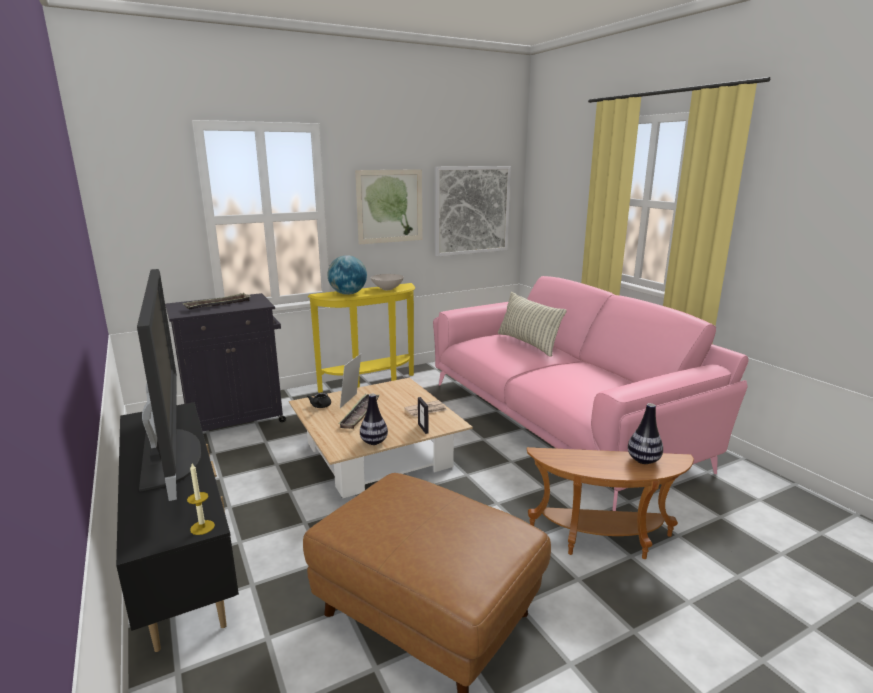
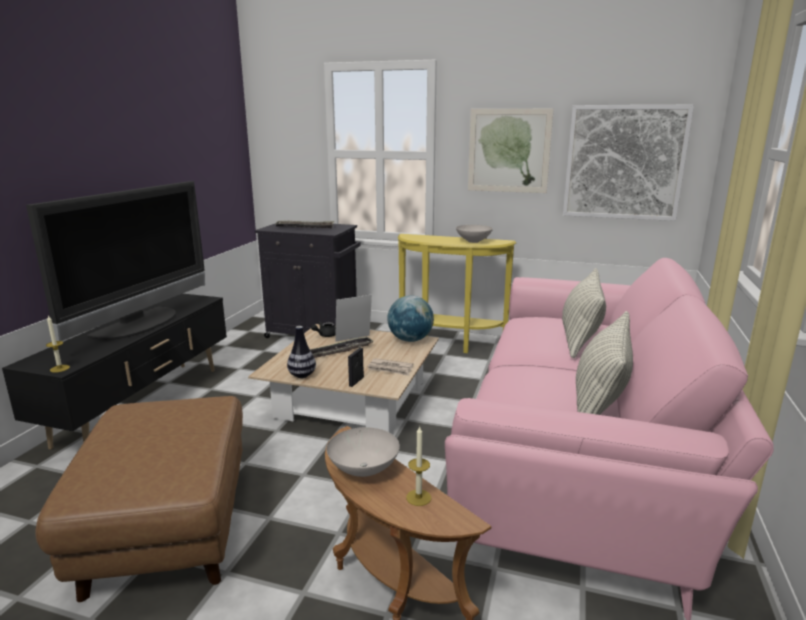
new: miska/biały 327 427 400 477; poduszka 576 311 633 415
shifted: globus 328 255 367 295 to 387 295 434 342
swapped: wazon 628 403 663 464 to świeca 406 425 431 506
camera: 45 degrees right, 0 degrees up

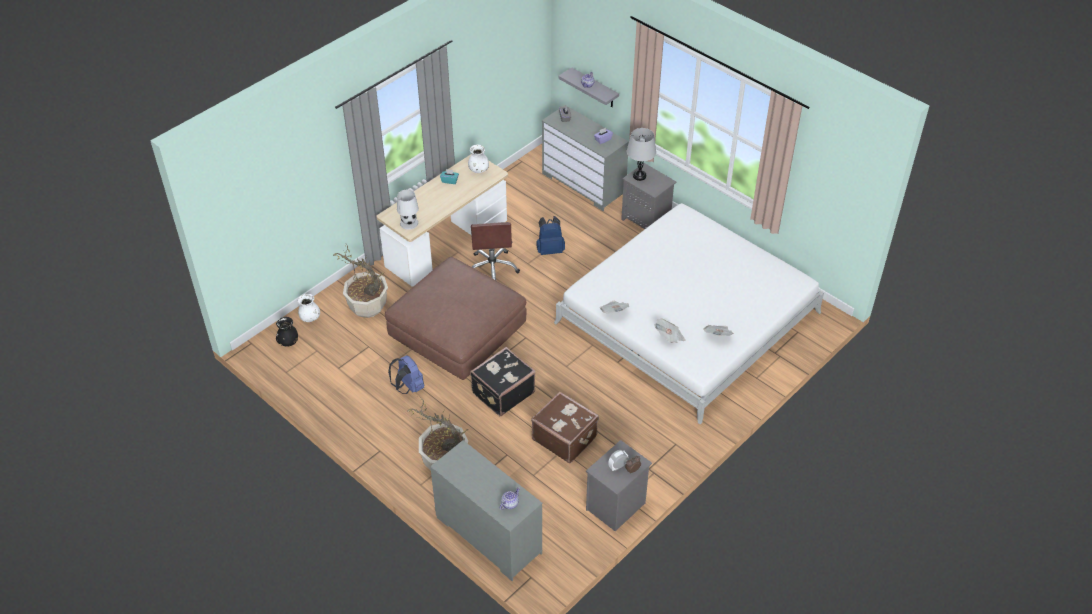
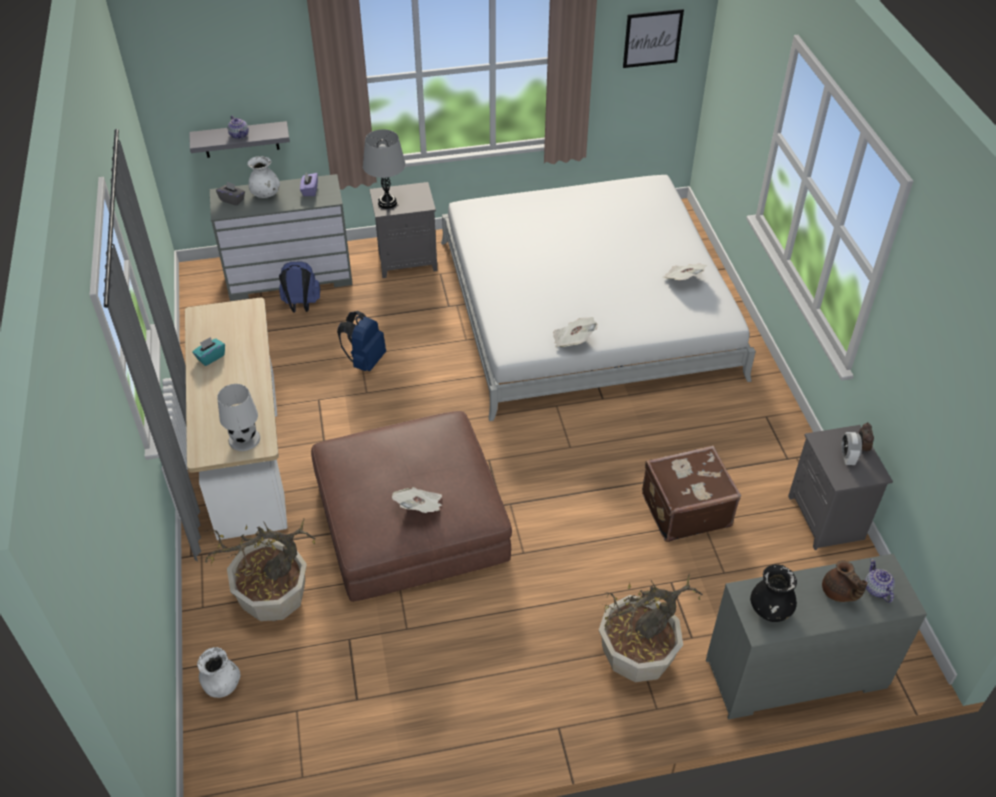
gone: walizka/czarny 470 347 536 416; krzesło biurowe/brązowy 471 222 520 280
new: obraz 623 9 684 68; imbryk/brązowy 822 560 868 602
shifted: wazon/czarny 276 317 298 347 to 750 564 797 622; plecak/niebieski 388 355 425 394 to 279 261 320 312; wazon/biały 468 145 489 173 to 247 156 280 198; gazeta 654 319 685 343 to 392 487 442 513
camera: 55 degrees left, 0 degrees up

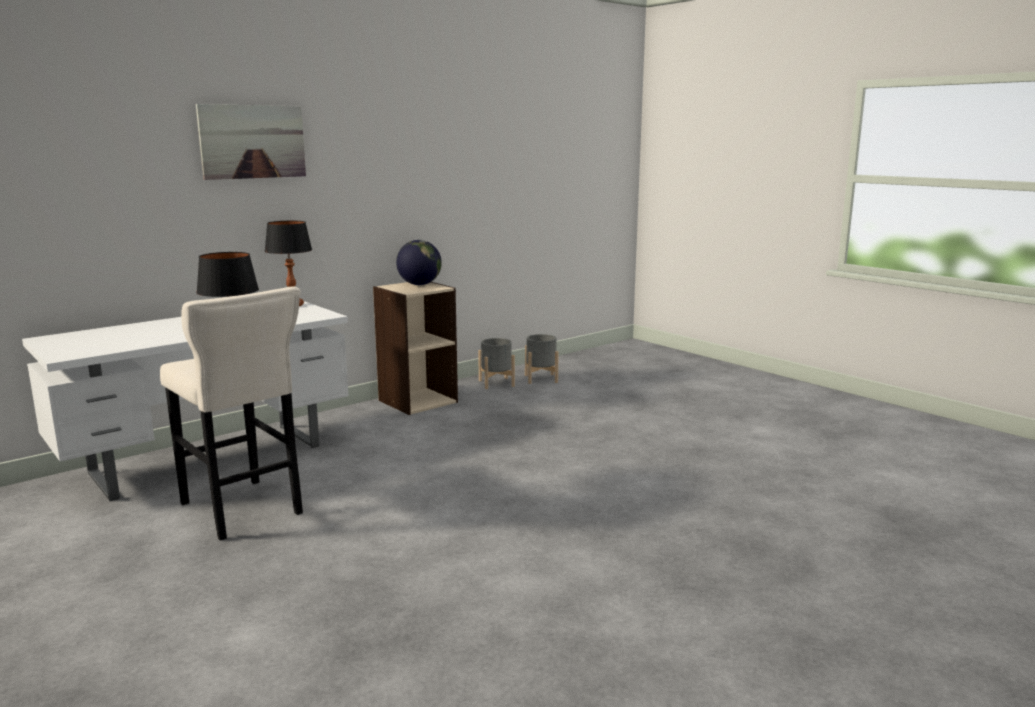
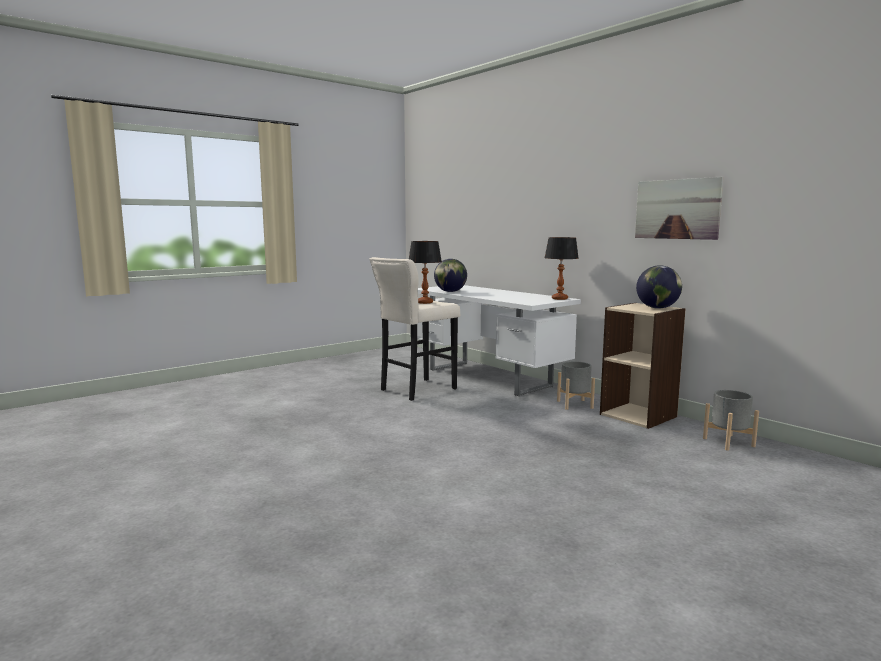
new: globus 434 259 467 292
shifted: obraz 196 104 306 180 to 635 177 724 240; donica/szary 525 334 559 384 to 557 361 595 410
camera: 90 degrees right, 5 degrees down

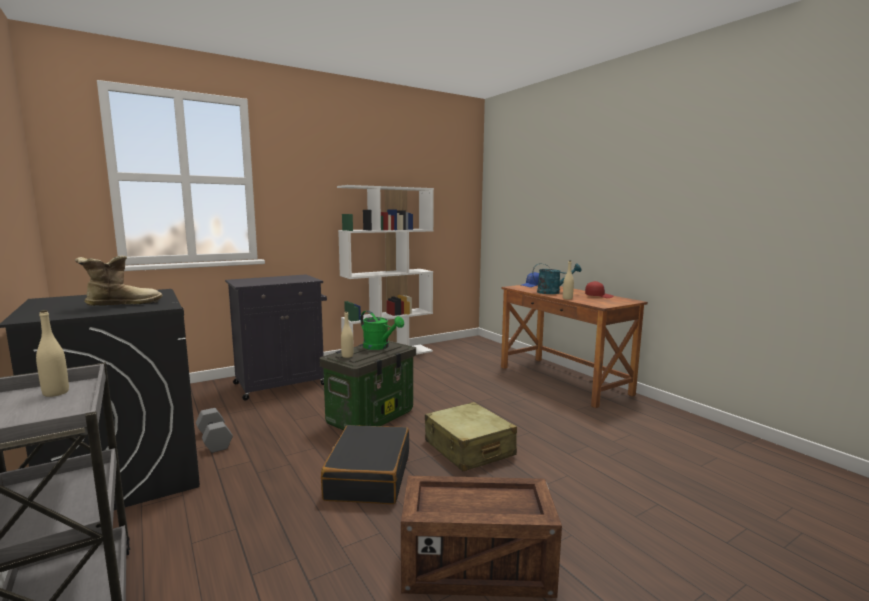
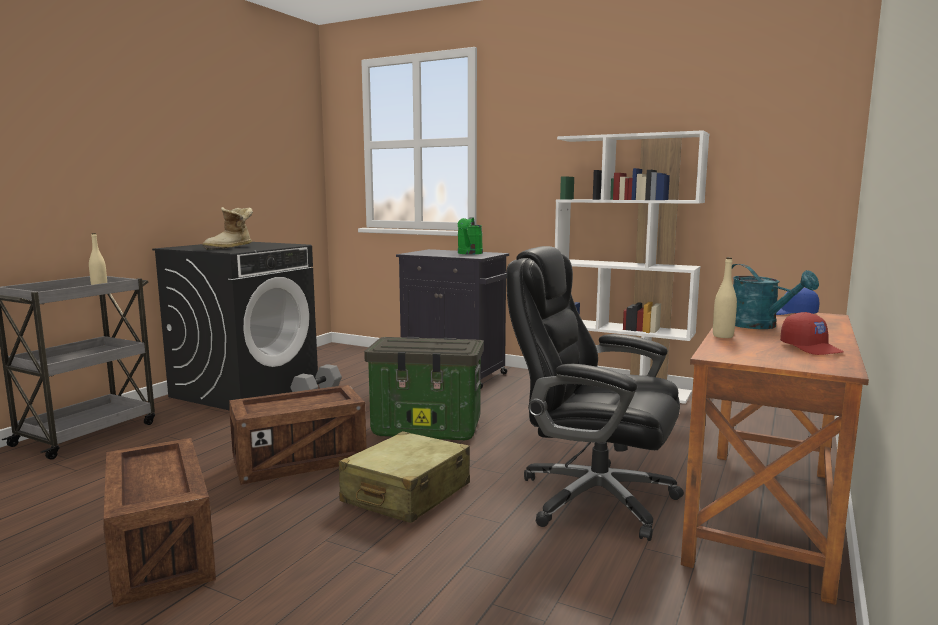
gone: butelka/beżowy 341 311 353 358
new: krzesło biurowe/czarny 506 246 684 541
shifted: konewka/zielony 361 311 404 350 to 458 217 483 254
swapped: walizka/czarny 321 425 409 504 to skrzynka 229 385 367 485
rotated: but z cholewką 75 255 162 306 = 202 207 253 250 105 degrees clockwise
camera: 60 degrees right, 0 degrees up

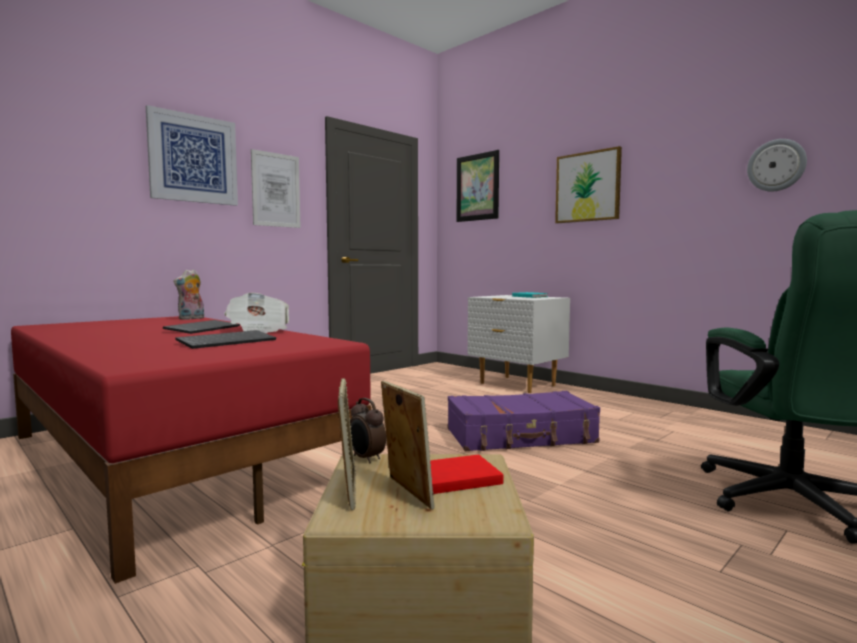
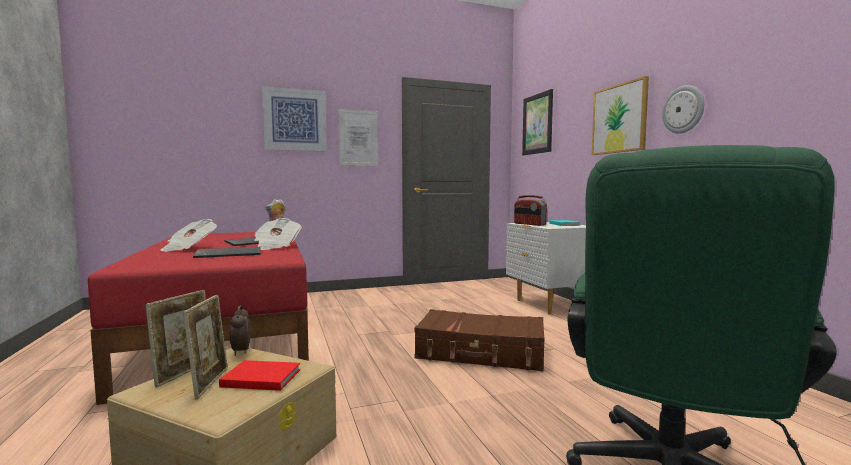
new: gazeta 160 219 217 252; radio 514 195 547 226
shifted: zegar ścienny 747 139 807 191 to 662 85 704 134
repainted: walizka/fioletowy 448 391 600 451 to walizka/brązowy 414 309 544 371
camera: 25 degrees right, 0 degrees up

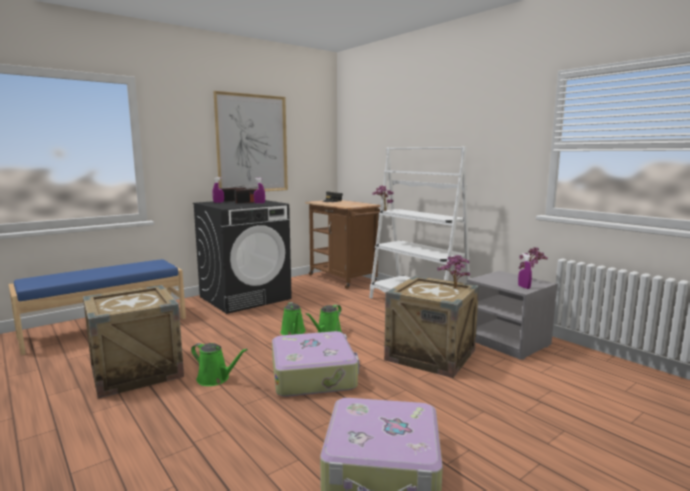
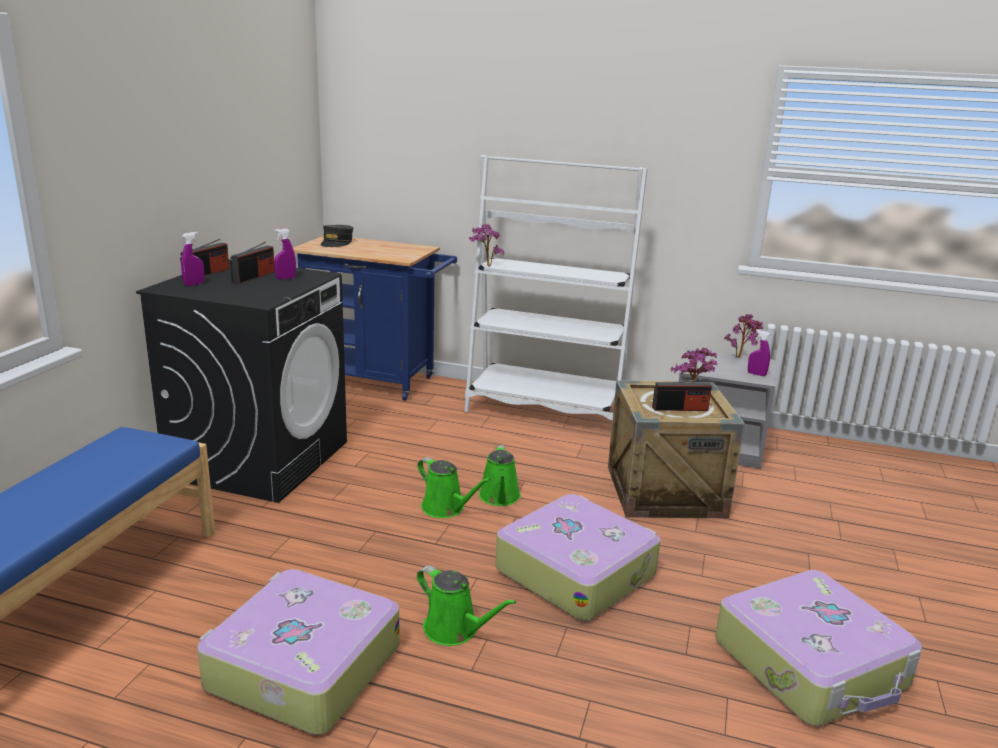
gone: obraz 213 91 288 191
new: radio 652 378 712 411
swapped: skrzynka 83 285 184 399 to walizka 197 569 399 735
repainted: wózek/brązowy 305 200 385 289 to wózek/niebieski 293 236 457 401
rotated: konewka/zielony 191 343 248 386 = 417 566 517 646 45 degrees clockwise
camera: 35 degrees left, 10 degrees up

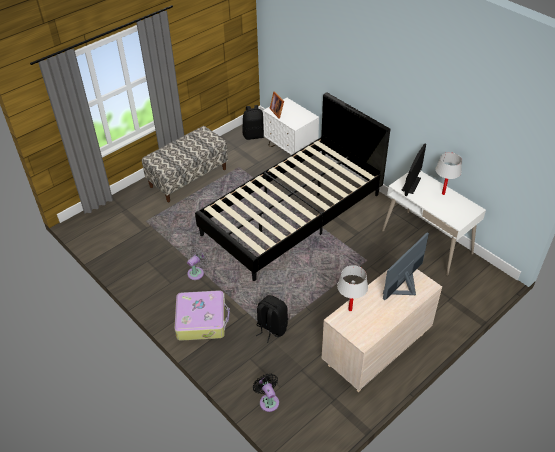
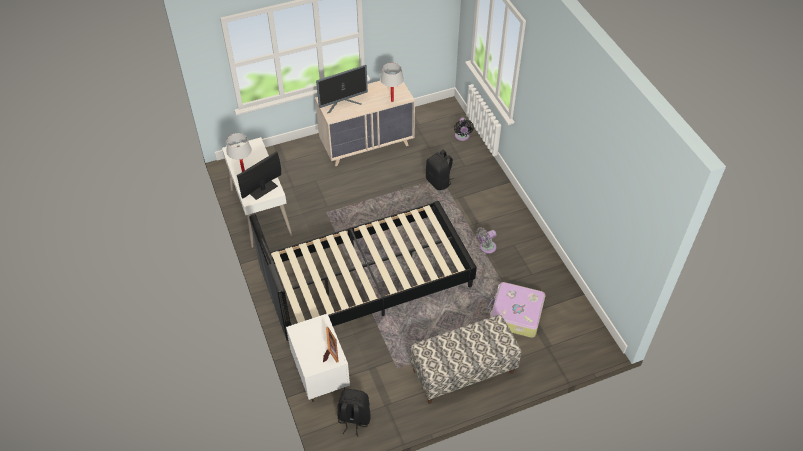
shifted: walizka 174 290 230 341 to 488 282 545 338
camera: 160 degrees left, 5 degrees up

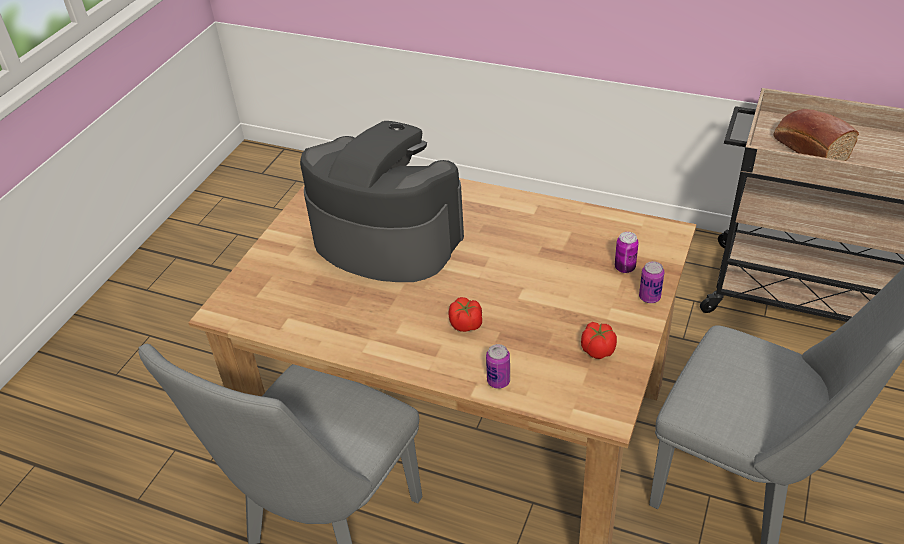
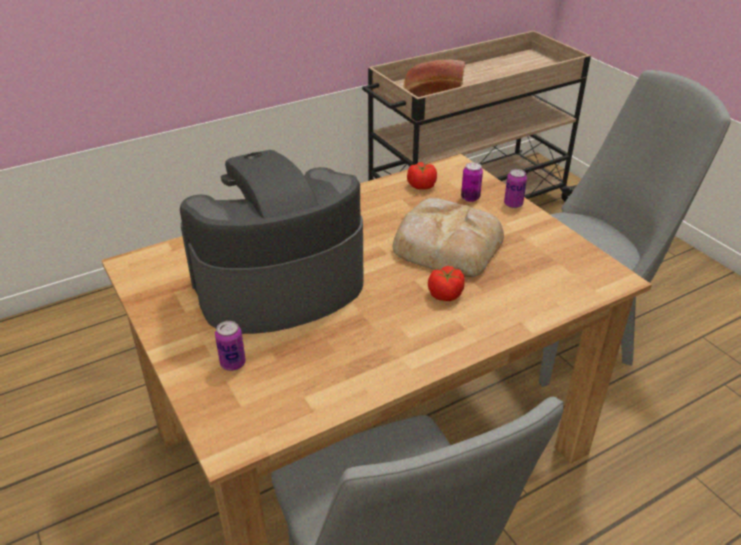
new: chleb 393 198 504 277
shifted: puszka 486 344 510 389 to 215 321 246 371; pomidor 581 322 617 359 to 407 162 437 189
camera: 55 degrees left, 5 degrees down

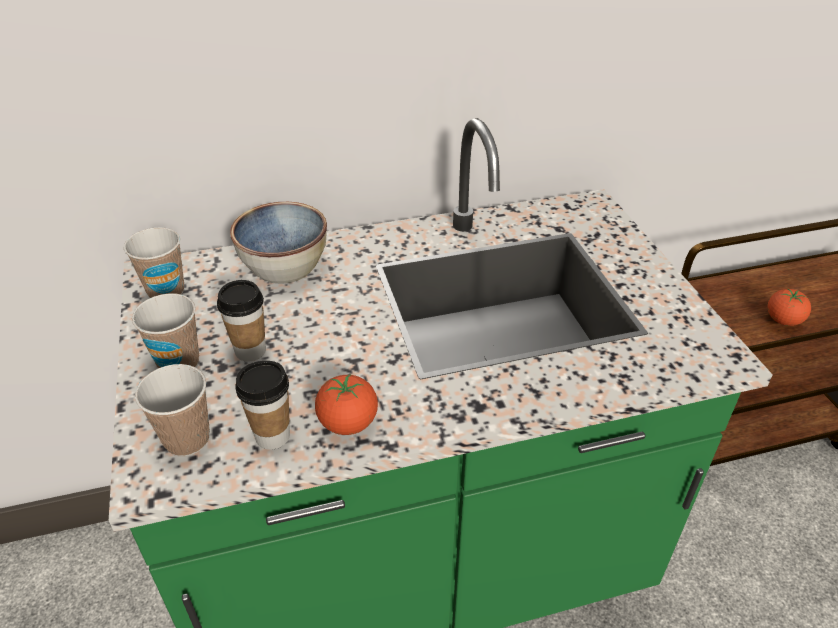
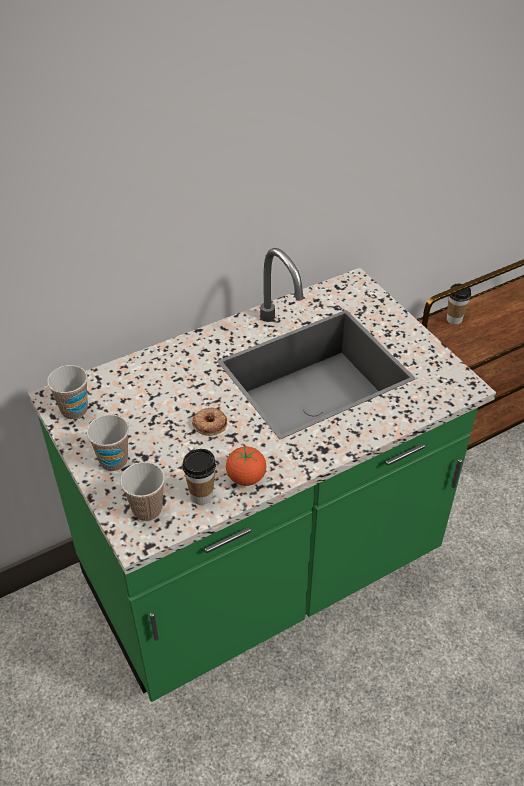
gone: miska 230 202 327 284; pomidor 768 289 811 326
new: donut 192 408 227 436
shifted: filiżanka 217 280 266 362 to 447 284 471 325
camera: 15 degrees left, 5 degrees up

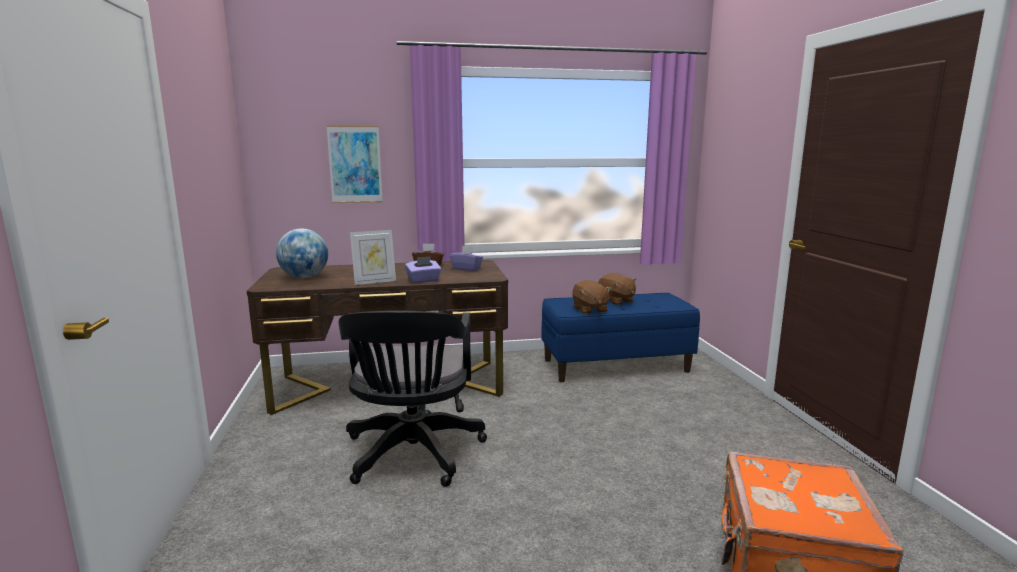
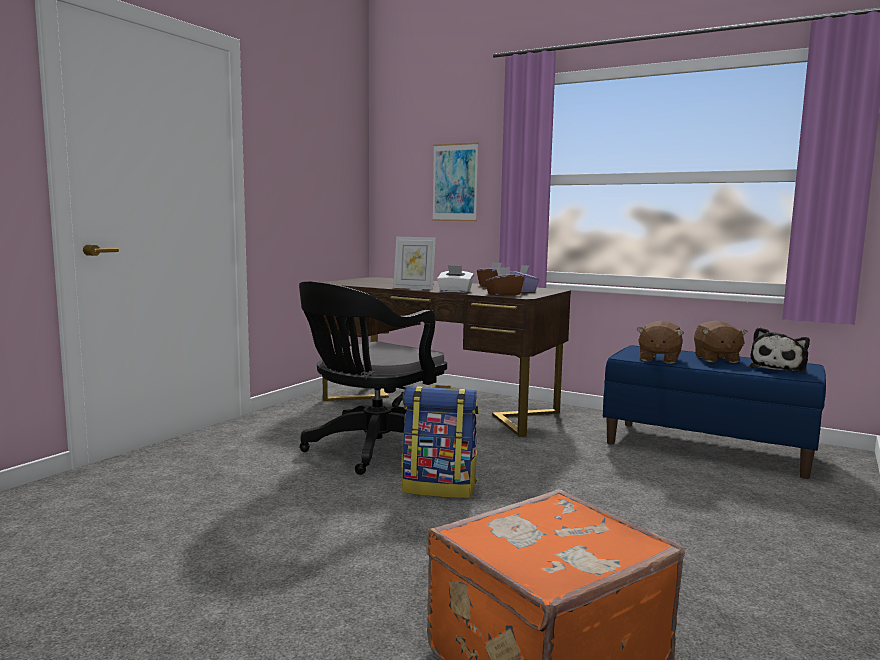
gone: globus 276 228 328 278
new: plecak 402 385 479 498; pudełko chusteczek/brązowy 485 267 524 296; pluszak 750 327 810 373
repainted: pudełko chusteczek/fioletowy 405 256 441 283 to pudełko chusteczek/biały 437 265 474 293
camera: 40 degrees right, 5 degrees down

